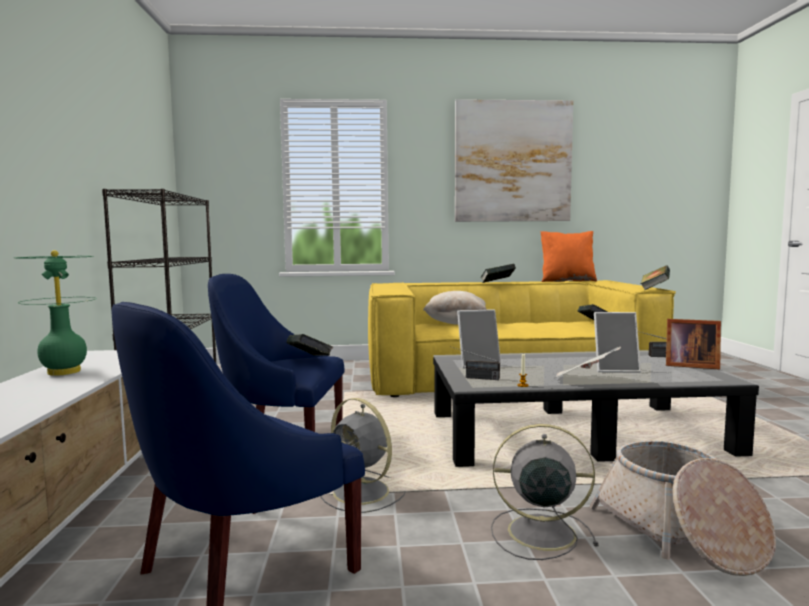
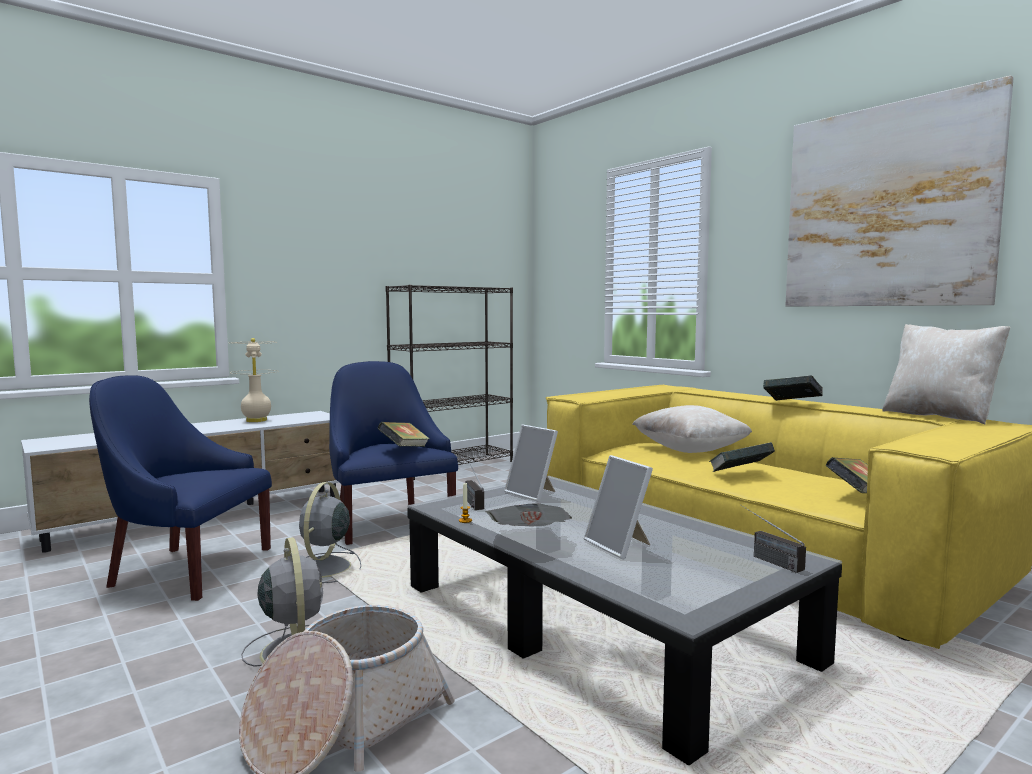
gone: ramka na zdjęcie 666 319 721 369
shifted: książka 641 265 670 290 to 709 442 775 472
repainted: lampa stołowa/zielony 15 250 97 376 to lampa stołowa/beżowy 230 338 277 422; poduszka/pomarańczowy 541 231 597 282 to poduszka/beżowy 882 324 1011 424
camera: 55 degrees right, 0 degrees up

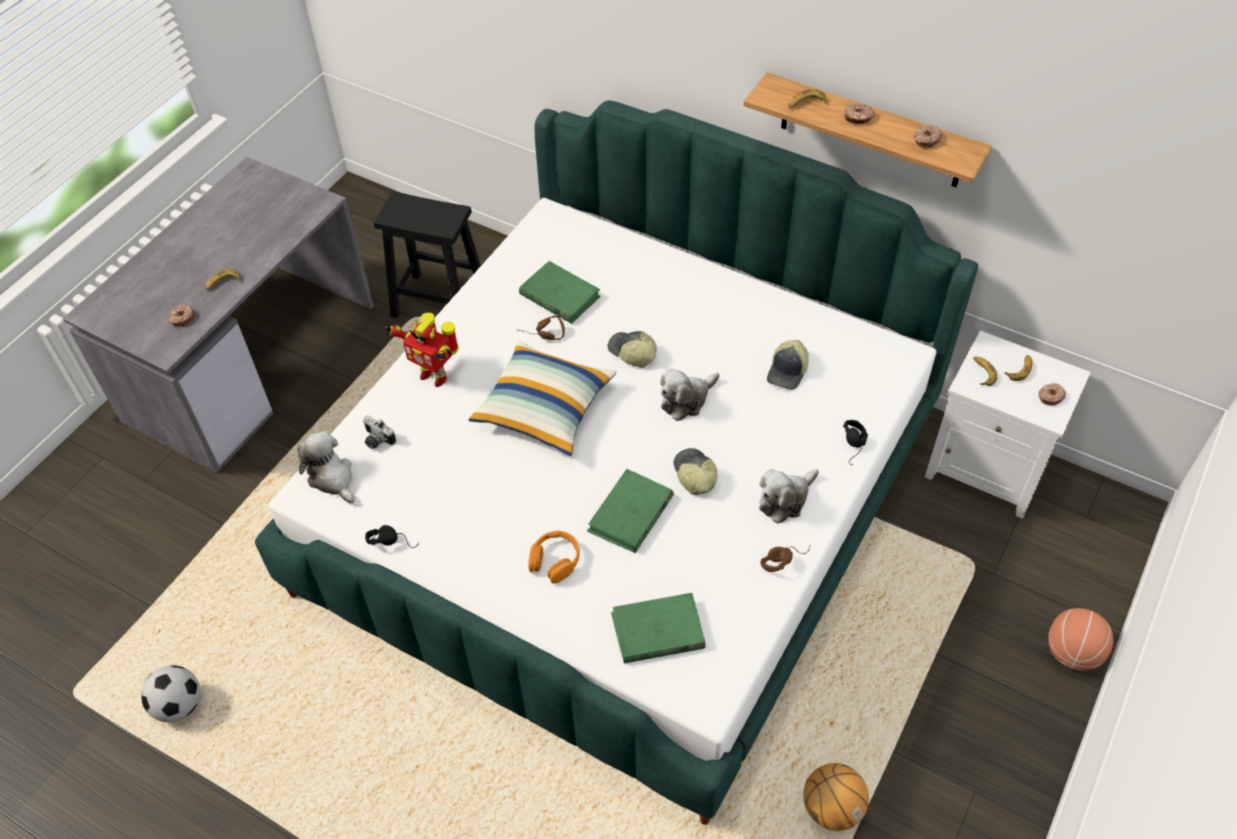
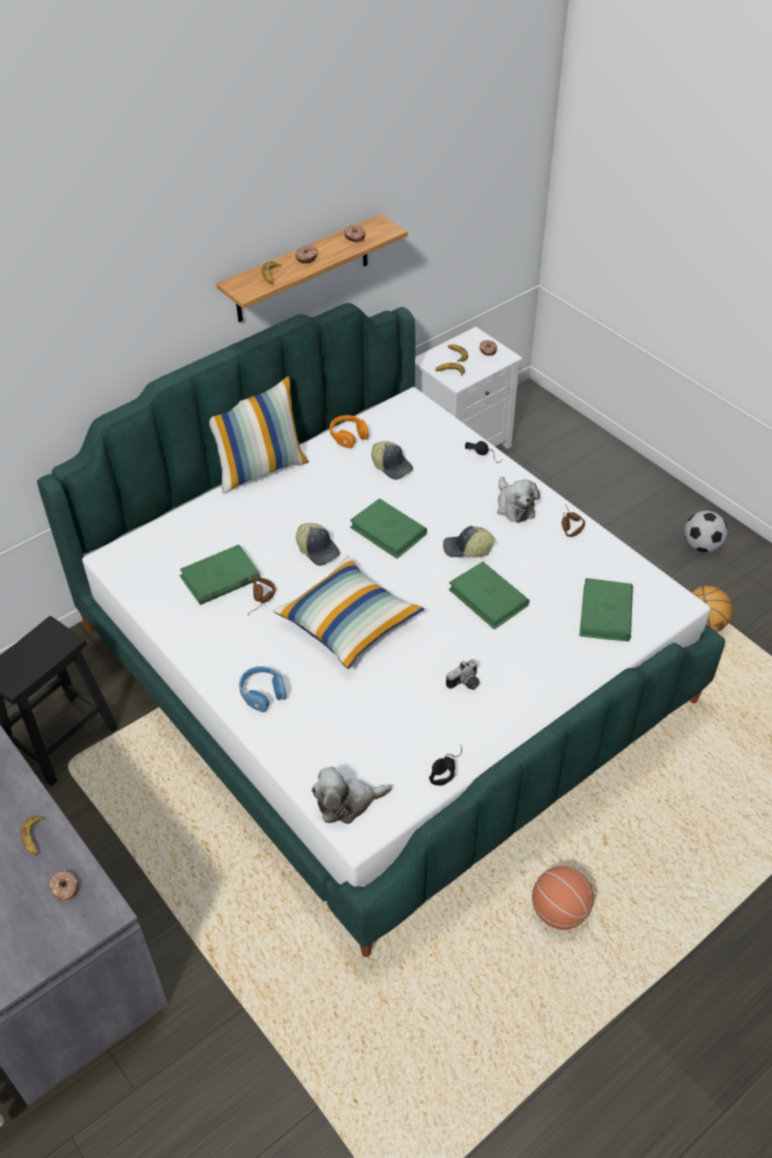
new: poduszka 209 376 309 494
shifted: piłka futbolowa 141 665 200 722 to 684 511 728 552; aparat fotograficzny 363 415 396 449 to 446 659 480 690; słuchawki/pomarańczowy 528 531 580 584 to 329 415 369 448; piłka do koszykówki 1048 608 1113 671 to 532 866 594 930
swapped: robot zabawkowy 384 312 459 387 to słuchawki/niebieski 239 666 287 712; pluszak 660 369 720 421 to książka/zielony 350 498 427 559
rotated: czapka z daszkiem 608 331 657 368 = 296 523 340 566 105 degrees counterclockwise
camera: 70 degrees left, 5 degrees down

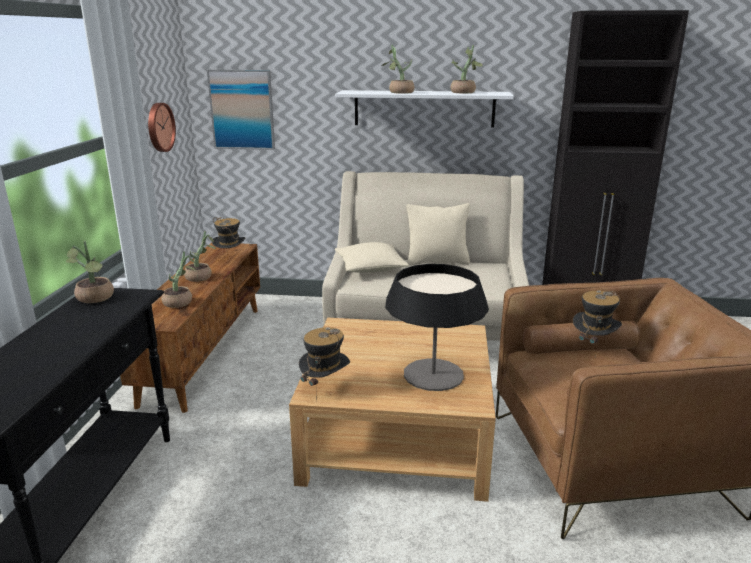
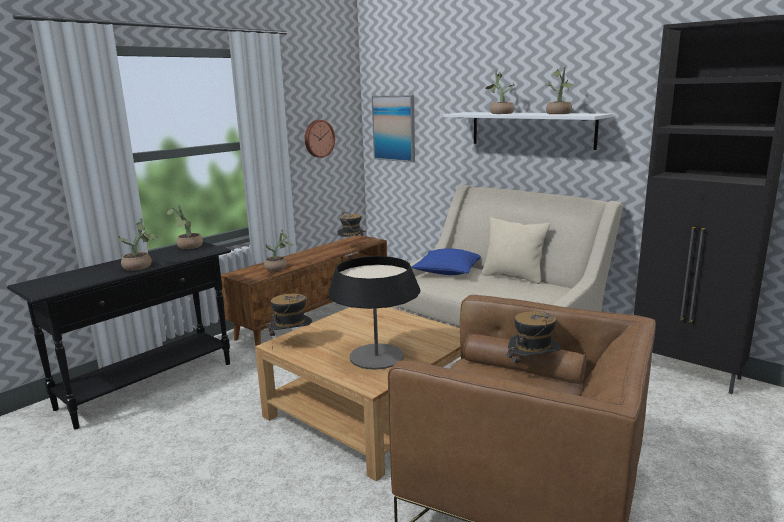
shifted: roślina doniczkowa 184 231 216 282 to 119 218 157 271
repainted: poduszka/beżowy 335 242 409 273 to poduszka/niebieski 411 249 481 275
camera: 35 degrees right, 5 degrees down

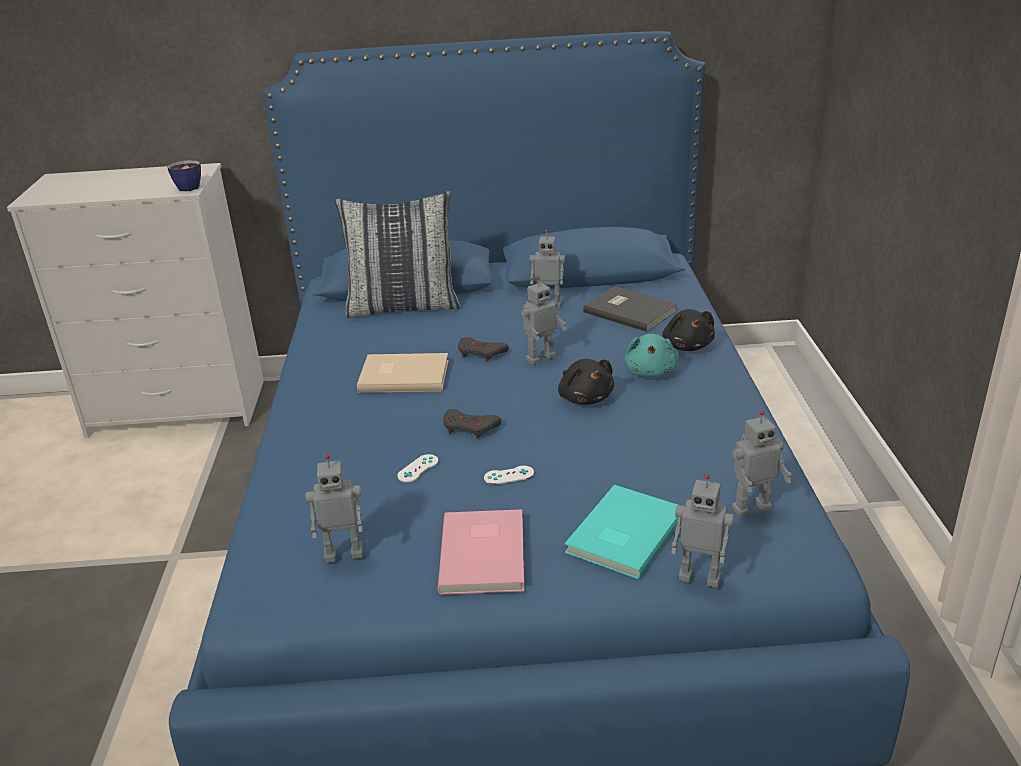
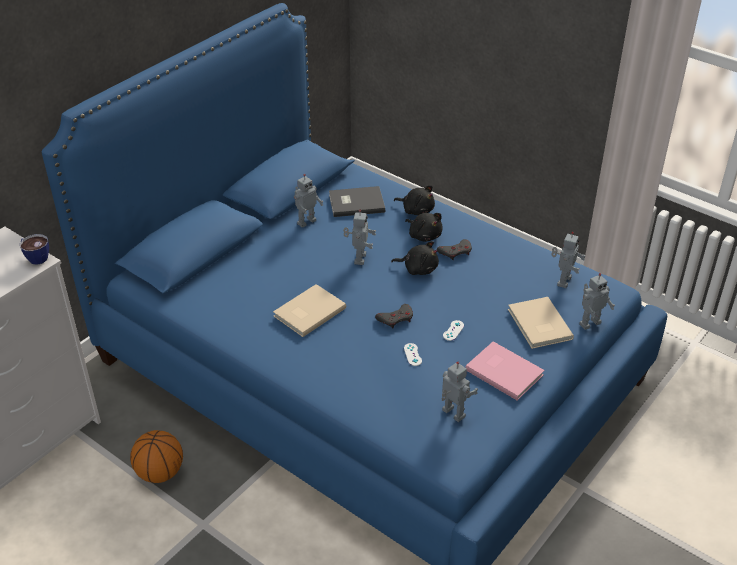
gone: poduszka 334 191 460 318
new: piłka do koszykówki 130 430 183 483
shifted: pad do gier/szary 458 337 509 361 to 437 239 472 260
repainted: książka/turkusowy 565 485 678 579 to książka/beżowy 508 297 574 349; pluszak/turkusowy 625 334 679 378 to pluszak/czarny 405 213 443 242
rotated: robot zabawkowy 306 454 363 563 = 442 362 478 422 75 degrees counterclockwise
camera: 50 degrees left, 10 degrees up

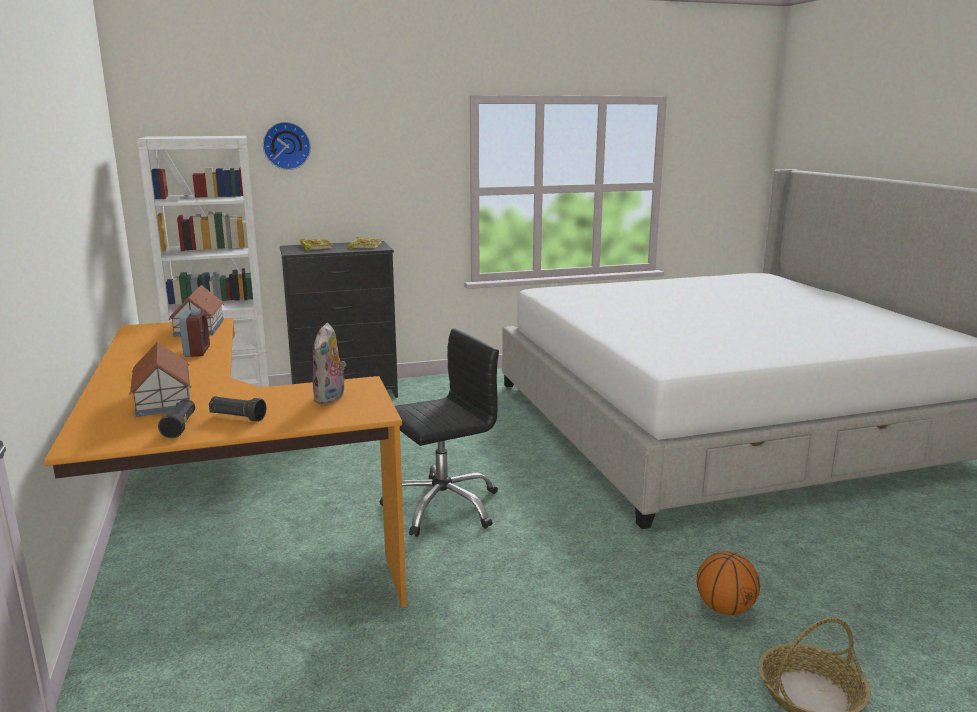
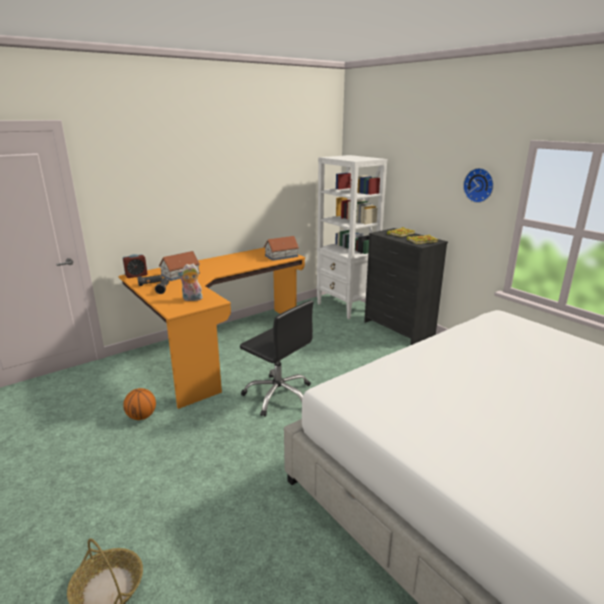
shifted: budzik 179 308 210 357 to 123 254 147 278; zegar ścienny 263 122 311 170 to 463 168 494 203; piłka do koszykówki 697 551 760 615 to 123 388 156 420
camera: 70 degrees right, 5 degrees up

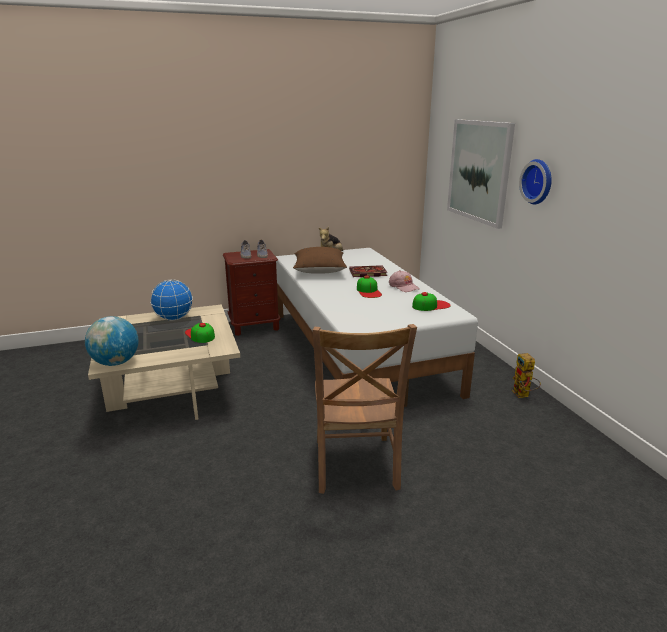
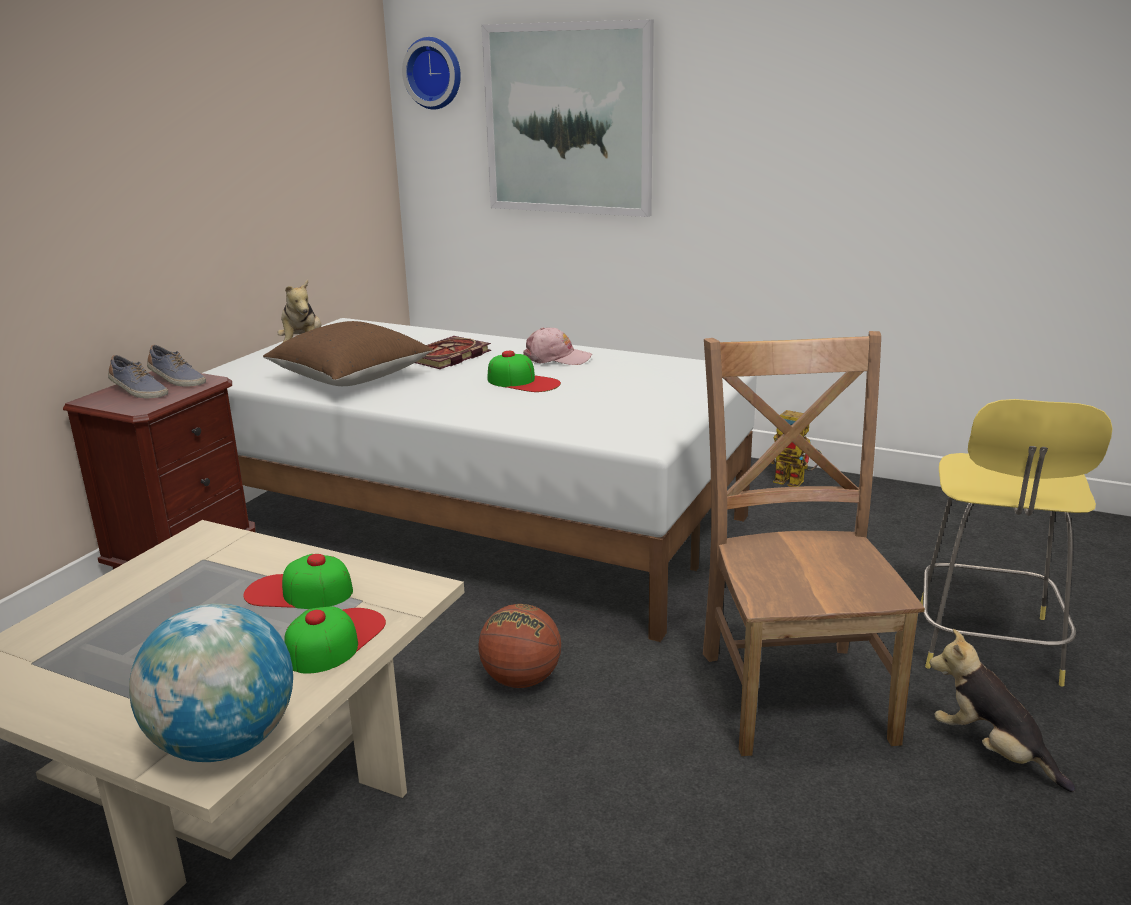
gone: globus 150 279 193 320
new: piłka do koszykówki 478 604 561 688; stołek/żółty 921 399 1113 686; pluszak 930 629 1075 792
shifted: czapka z daszkiem 412 292 451 311 to 284 607 386 674; zegar ścienny 519 159 552 205 to 402 37 461 109
rotated: krzesło/brązowy 313 324 417 494 = 703 331 925 756 135 degrees counterclockwise
camera: 45 degrees left, 0 degrees up

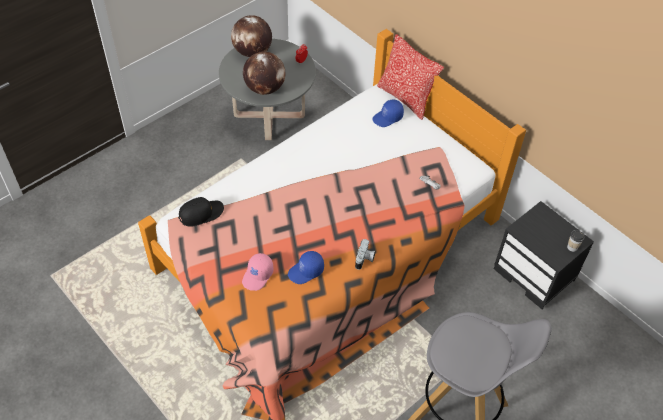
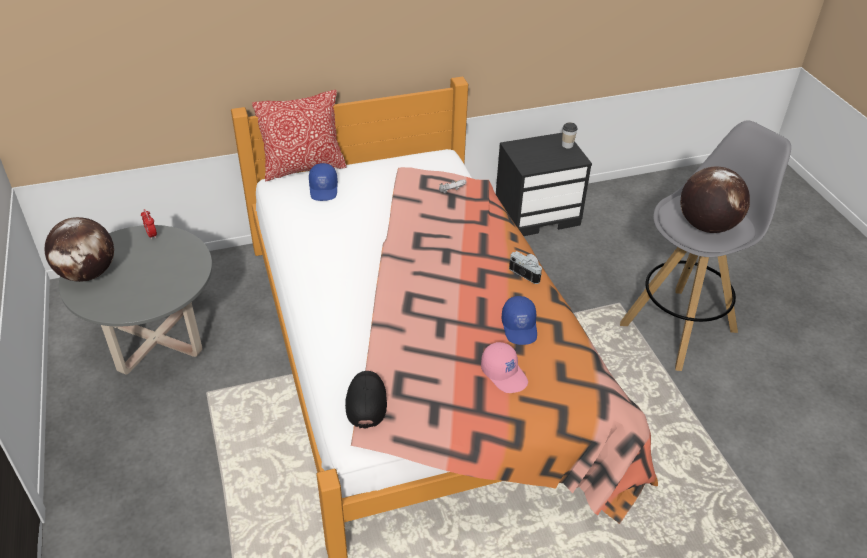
shifted: globus 243 51 285 95 to 680 167 750 233
camera: 65 degrees left, 10 degrees down

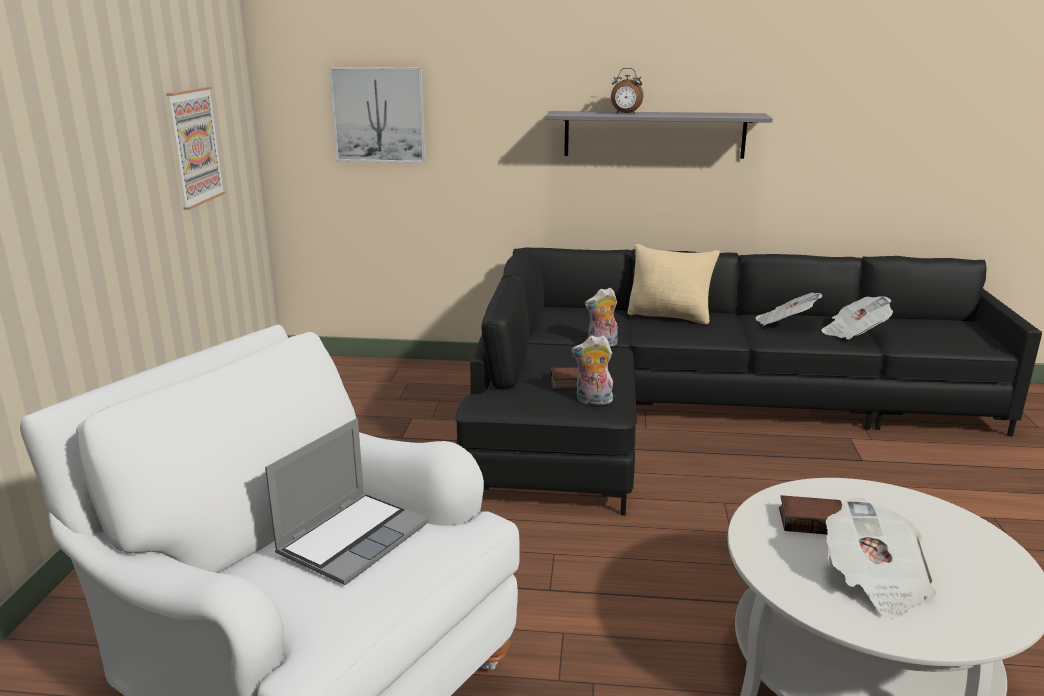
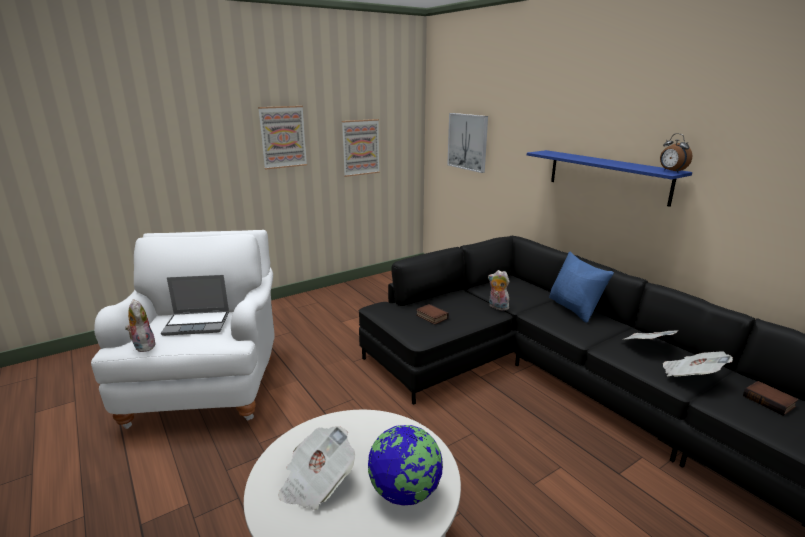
new: obraz 258 106 307 170; globus 368 425 443 506
shifted: pluszak 572 335 613 407 to 125 299 156 352; budzik 611 68 643 114 to 660 133 692 173; książka 779 495 842 535 to 743 381 799 416
repainted: półka/szary 546 111 773 159 to półka/niebieski 527 150 692 207; poduszka/beżowy 628 244 720 325 to poduszka/niebieski 549 251 614 323
camera: 50 degrees right, 0 degrees up

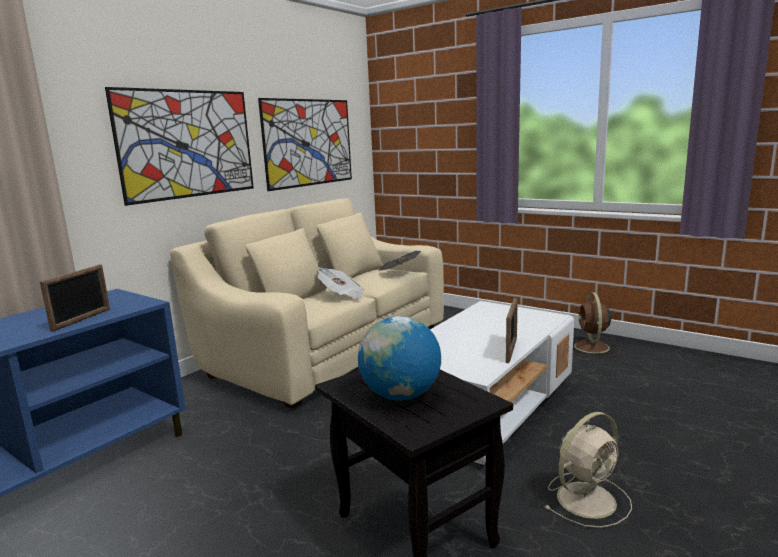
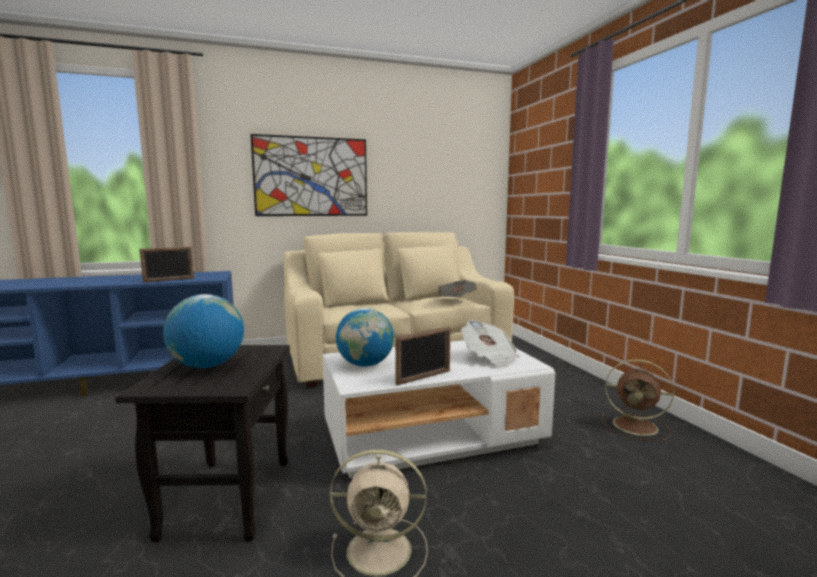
gone: obraz 258 98 352 191
new: globus 336 308 394 367
shifted: gazeta 317 268 364 300 to 461 320 520 368
rotated: wentylator/brązowy 573 292 620 357 = 602 359 674 441 105 degrees counterclockwise
camera: 35 degrees right, 5 degrees down

